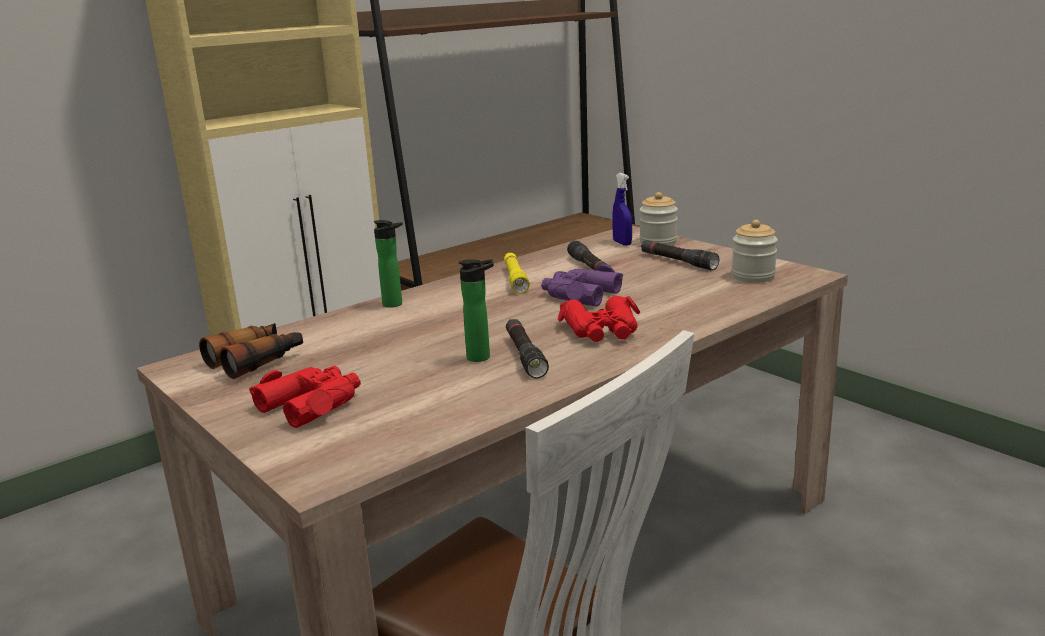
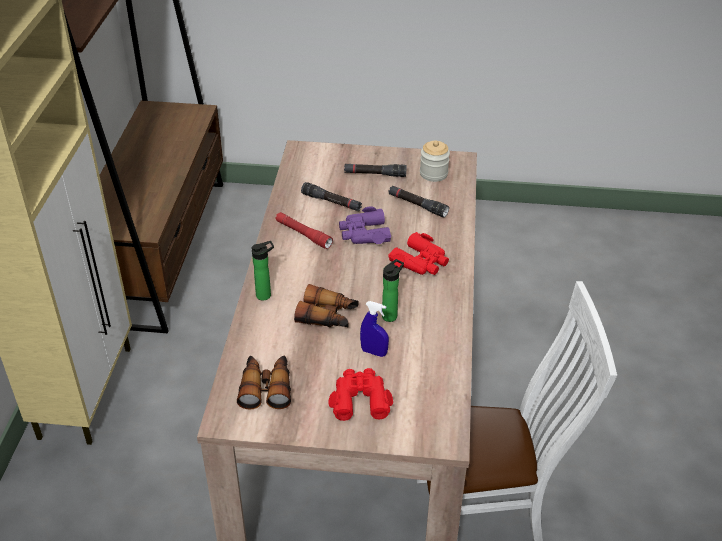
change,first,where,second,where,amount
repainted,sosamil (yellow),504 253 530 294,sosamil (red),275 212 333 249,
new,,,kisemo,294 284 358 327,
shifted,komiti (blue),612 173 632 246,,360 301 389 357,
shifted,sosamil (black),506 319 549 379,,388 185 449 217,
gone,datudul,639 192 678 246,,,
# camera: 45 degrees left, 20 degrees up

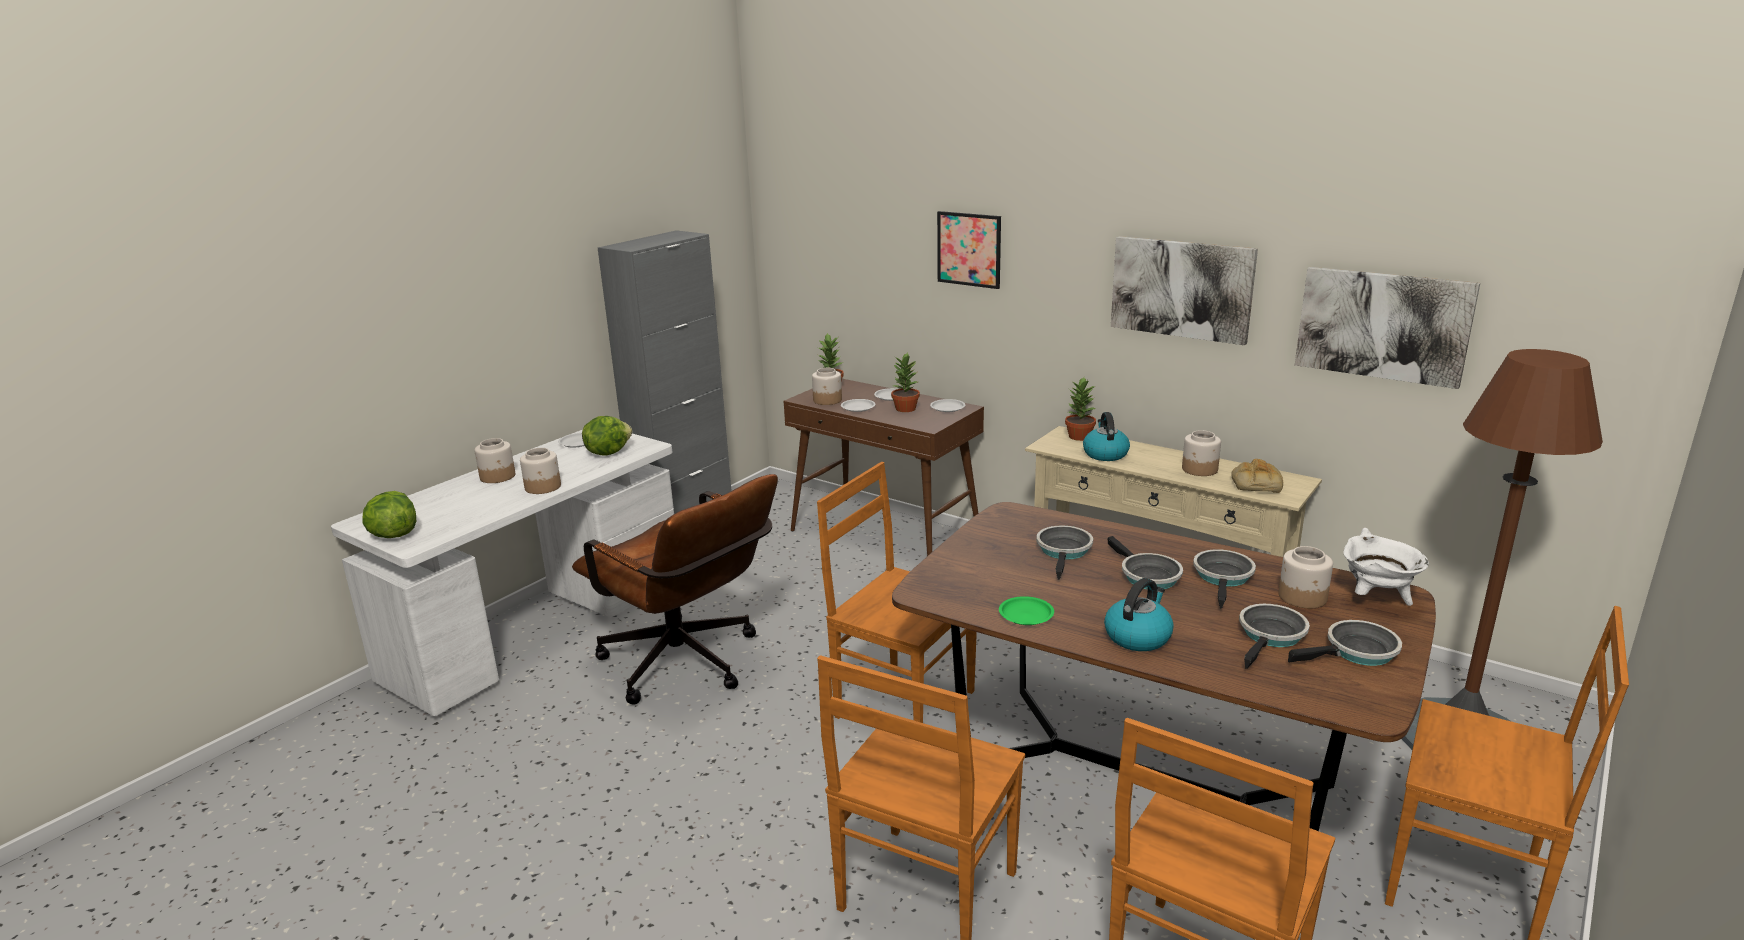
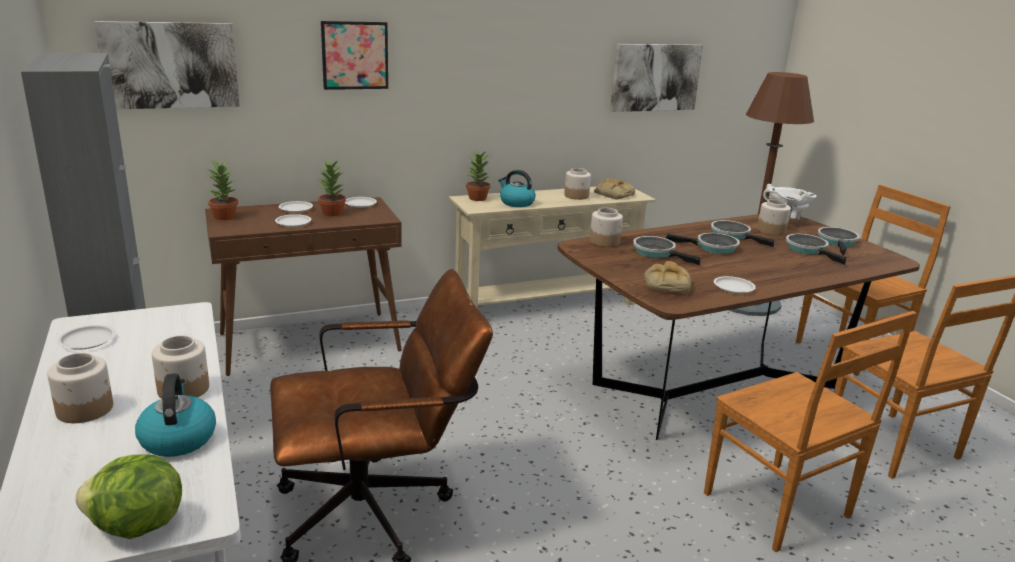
change,first,where,second,where,amount
shifted,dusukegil,1111 236 1258 345,,94 21 240 109,
shifted,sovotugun,1104 578 1174 651,,135 373 216 457,
shifted,datudul,812 368 842 405,,590 208 623 247,
new,,,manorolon,644 261 691 294,
repainted,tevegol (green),999 596 1054 625,tevegol (white),714 276 756 294,
gone,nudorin,582 416 632 456,,,
gone,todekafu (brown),817 462 977 723,,,
# camera: 60 degrees left, 0 degrees up

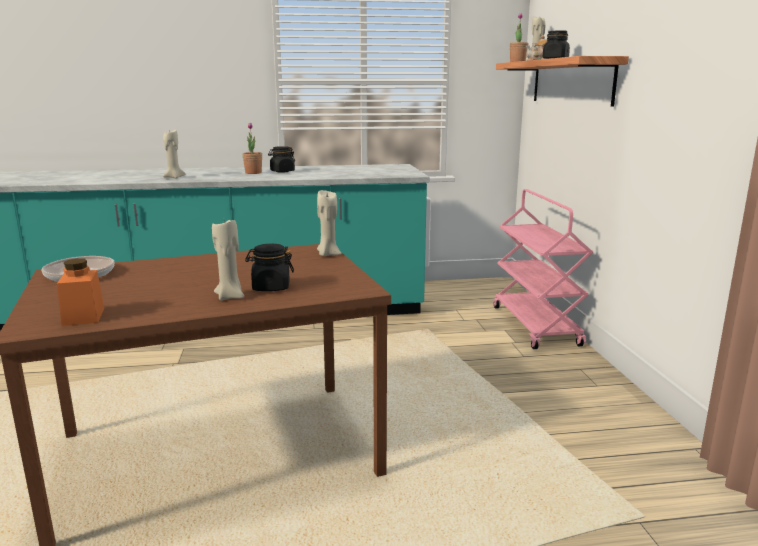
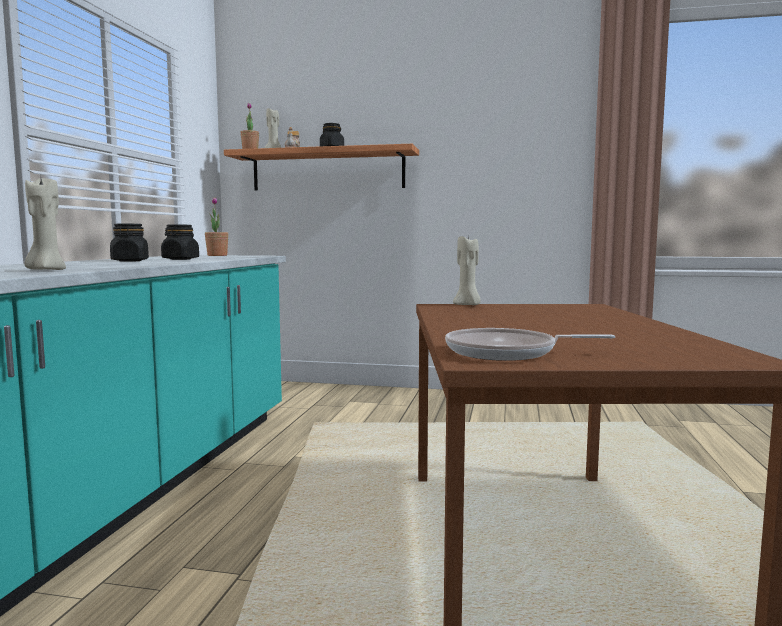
change,first,where,second,where,amount
shifted,datudul (black),245 244 294 291,,161 224 199 260,
shifted,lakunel,243 123 262 174,,205 197 228 256,
gone,datudul (orange),57 259 104 326,,,
gone,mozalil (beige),212 220 244 301,,,
gone,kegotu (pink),494 189 593 349,,,
# camera: 70 degrees left, 10 degrees down

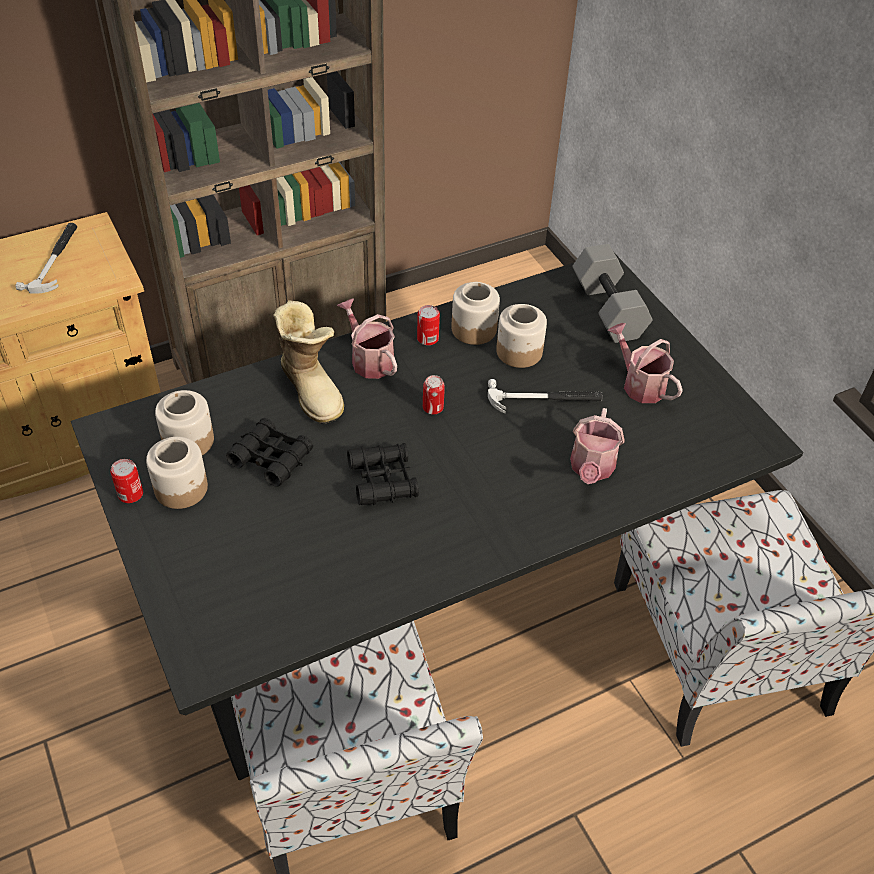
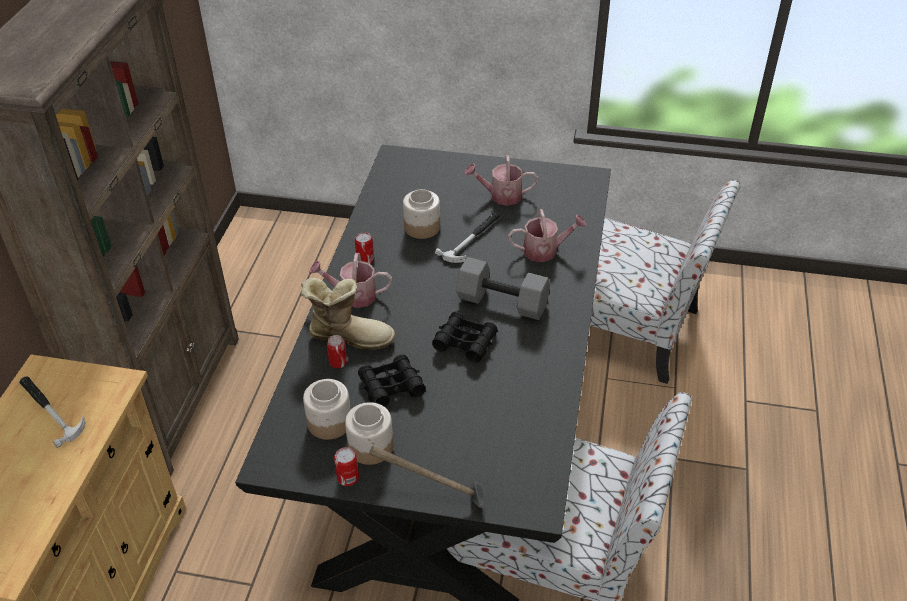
change,first,where,second,where,amount
shifted,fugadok,423 375 445 414,,327 335 347 368,
new,,,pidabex,370 446 485 508,
shifted,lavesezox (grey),572 244 652 343,,456 257 550 320,
rotated,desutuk,570 408 625 484,,508 209 587 262,60 degrees counterclockwise
gone,datudul,451 282 500 345,,,
# camera: 50 degrees left, 5 degrees down

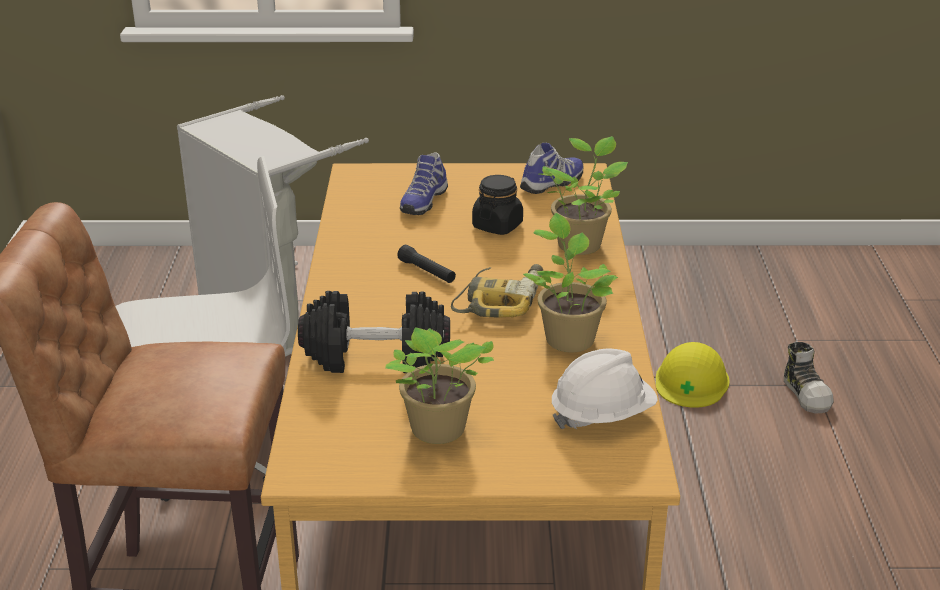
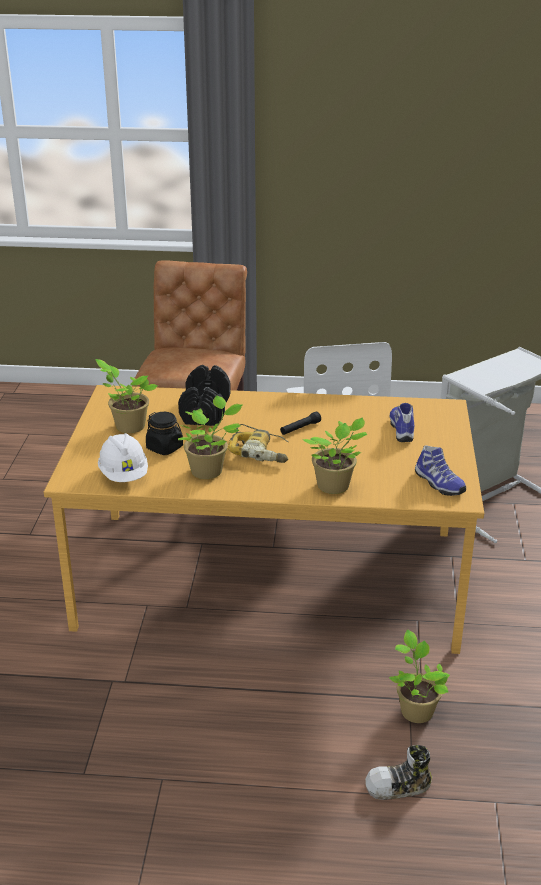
change,first,where,second,where,amount
shifted,datudul (black),472 175 523 235,,146 412 183 455,
swapped,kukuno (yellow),656 342 730 408,lakunel,389 630 450 723,
rotated,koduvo,400 153 448 215,,390 403 414 442,60 degrees clockwise
# camera: 95 degrees right, 0 degrees up

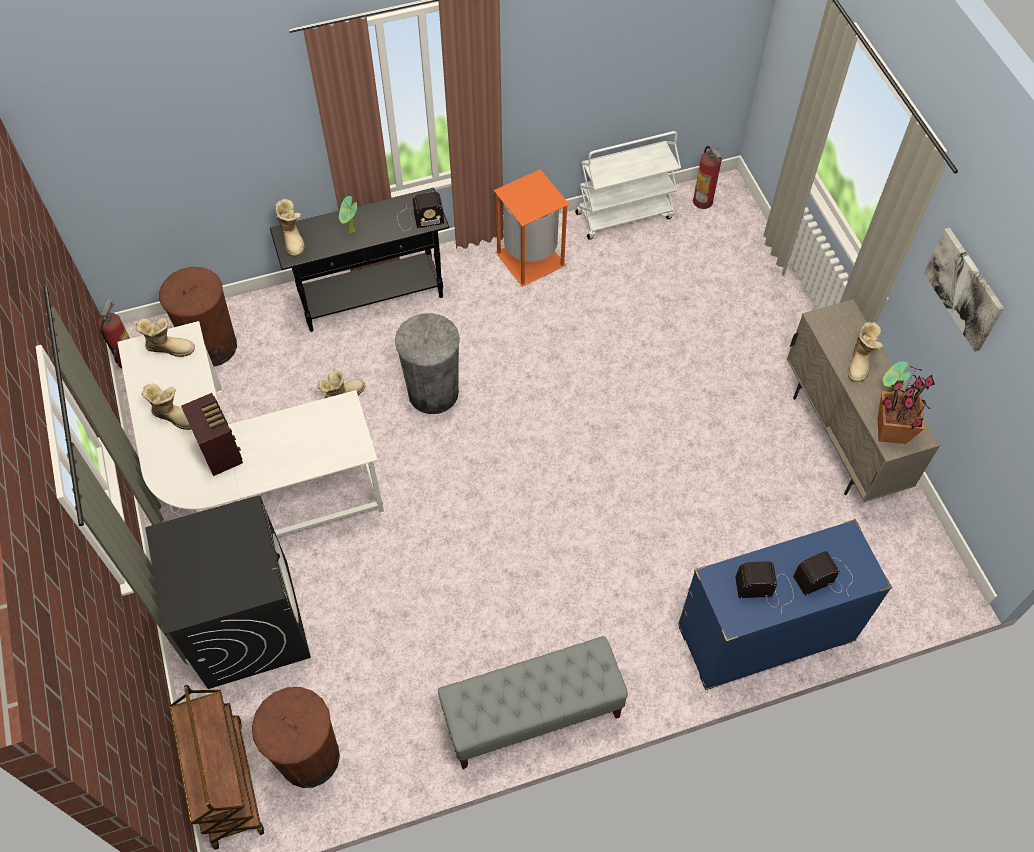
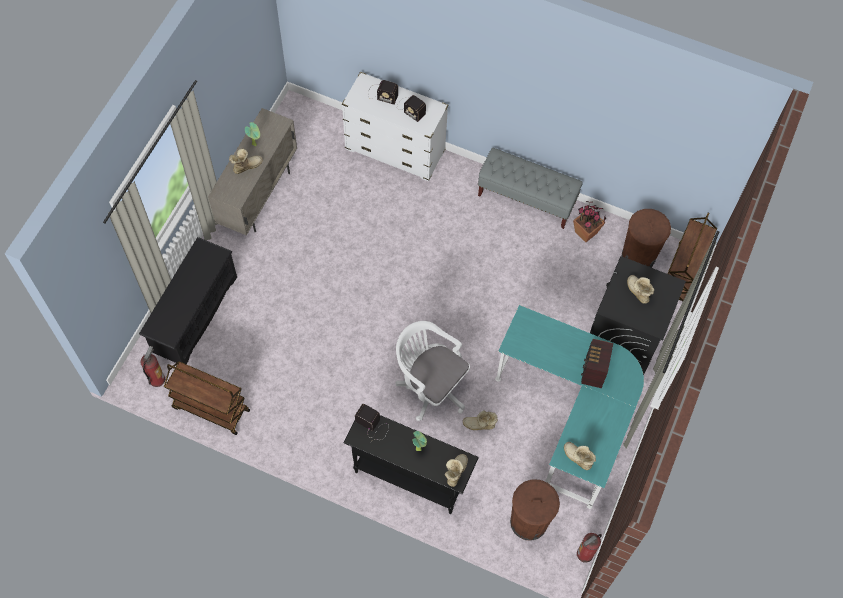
change,first,where,second,where,amount
new,,,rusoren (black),139 237 237 364,
repainted,kegotu (white),575 131 681 240,kegotu (brown),164 361 250 435,
repainted,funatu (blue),678 519 892 690,funatu (white),342 72 448 182,
swapped,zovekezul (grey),395 313 460 414,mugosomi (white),395 321 470 421,
repainted,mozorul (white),117 321 385 537,mozorul (turquoise),495 305 644 509,
shifted,lakunel,878 366 935 444,,573 201 606 242,
shifted,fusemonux,142 384 191 430,,627 275 654 304,
gone,zovekezul (orange),494 169 569 287,,,
gone,dusukegil,924 228 1004 352,,,
# camera: 140 degrees left, 5 degrees up

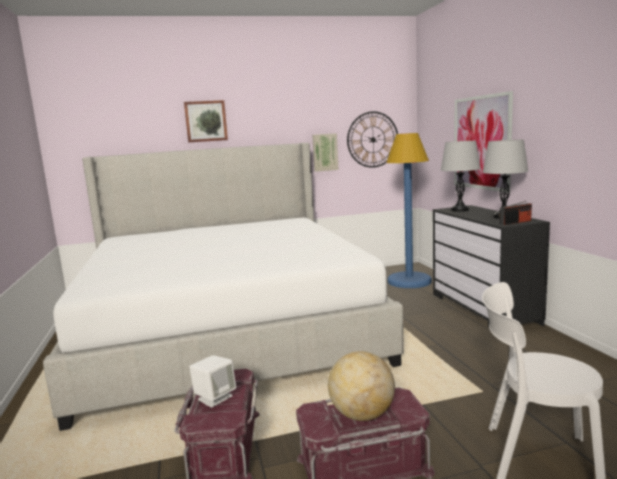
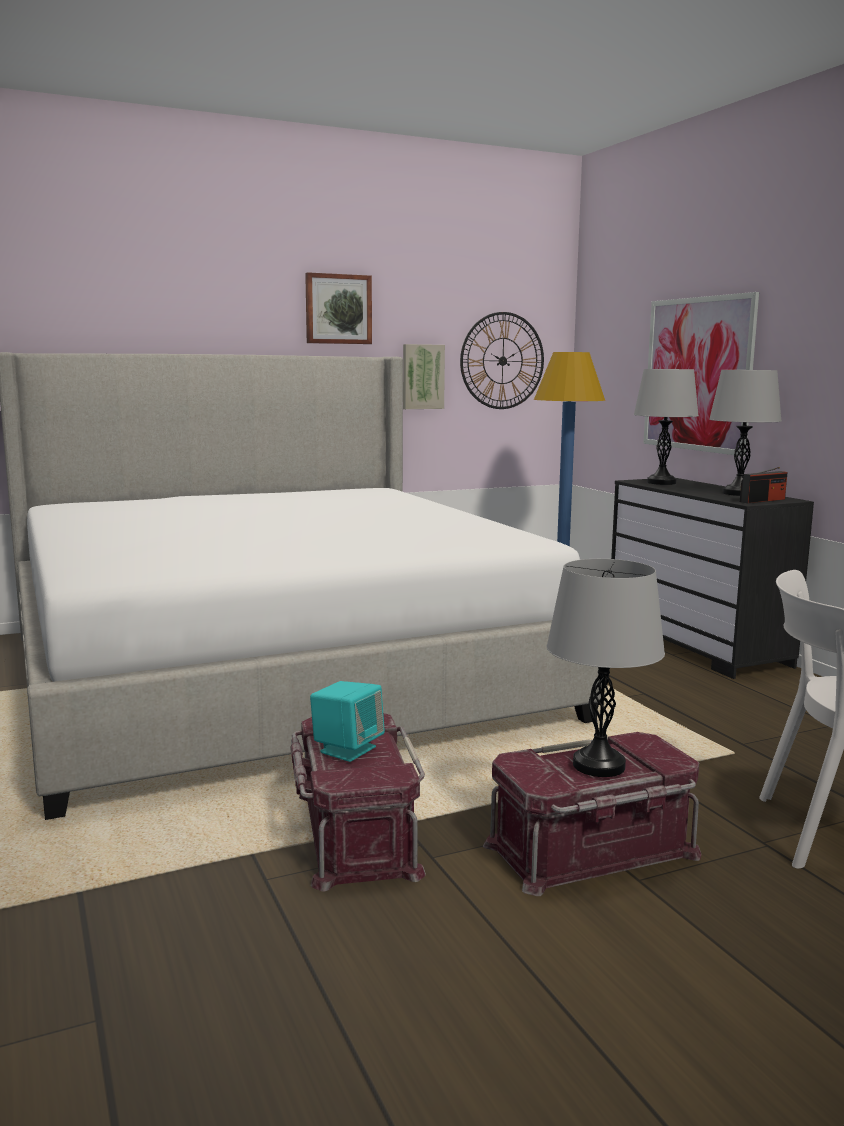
change,first,where,second,where,amount
shifted,dusukegil,184 100 228 142,,305 272 372 344,
repainted,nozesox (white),189 355 236 408,nozesox (turquoise),310 681 385 762,
swapped,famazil,328 351 395 421,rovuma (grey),547 559 665 777,
# camera: 10 degrees left, 0 degrees up

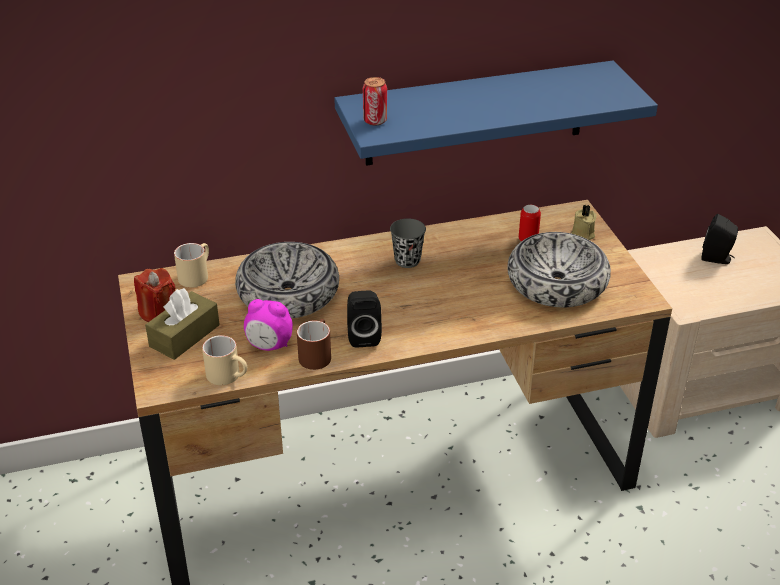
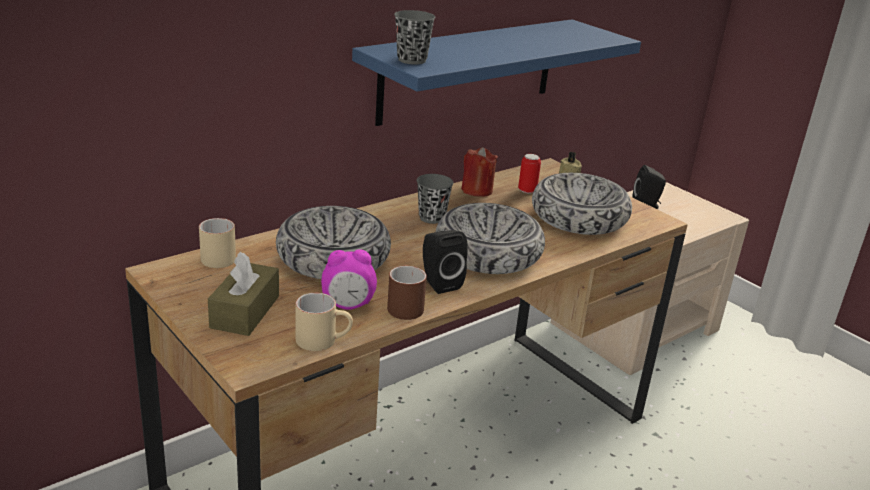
change,first,where,second,where,amount
swapped,fugadok,363 77 387 125,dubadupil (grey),394 10 435 64,
new,,,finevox,436 203 545 274,
shifted,mozalil (red),134 268 176 322,,461 147 498 197,
# camera: 25 degrees left, 10 degrees down

